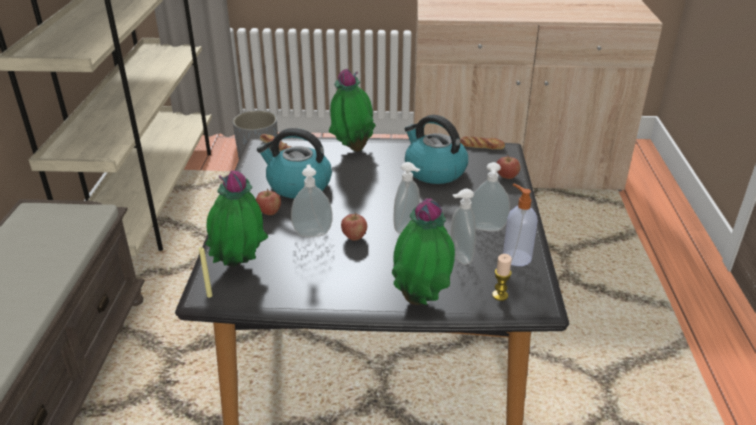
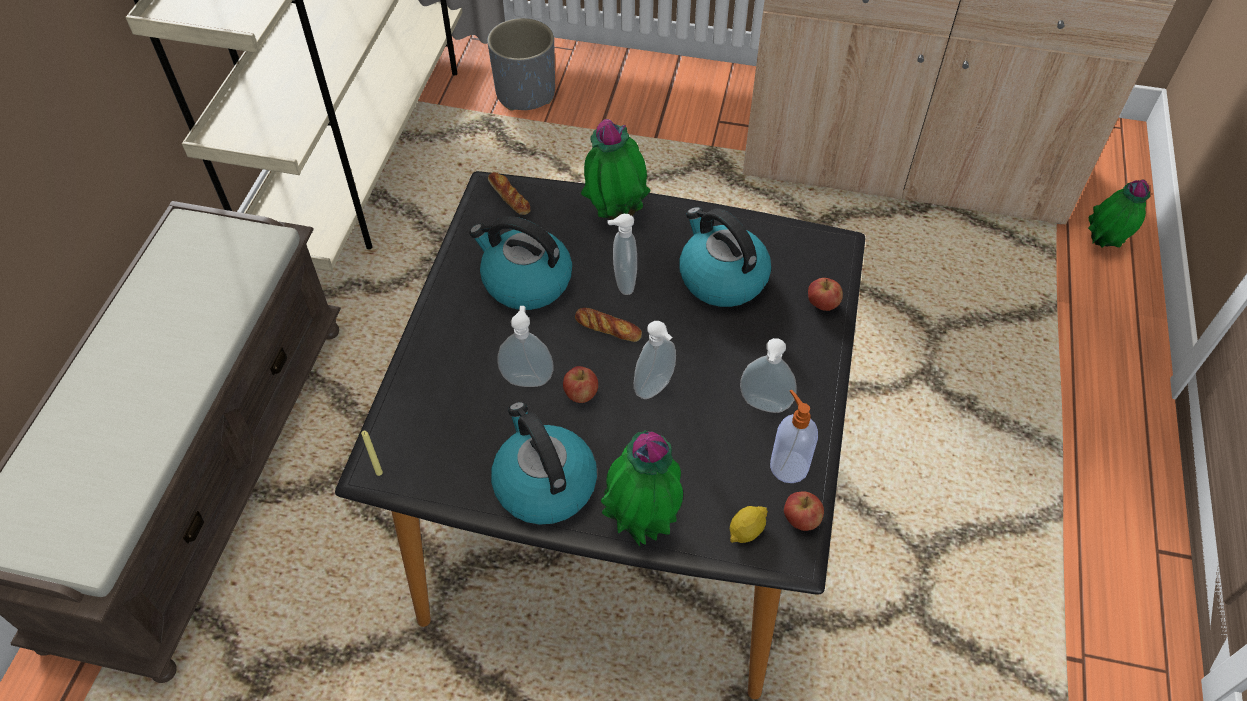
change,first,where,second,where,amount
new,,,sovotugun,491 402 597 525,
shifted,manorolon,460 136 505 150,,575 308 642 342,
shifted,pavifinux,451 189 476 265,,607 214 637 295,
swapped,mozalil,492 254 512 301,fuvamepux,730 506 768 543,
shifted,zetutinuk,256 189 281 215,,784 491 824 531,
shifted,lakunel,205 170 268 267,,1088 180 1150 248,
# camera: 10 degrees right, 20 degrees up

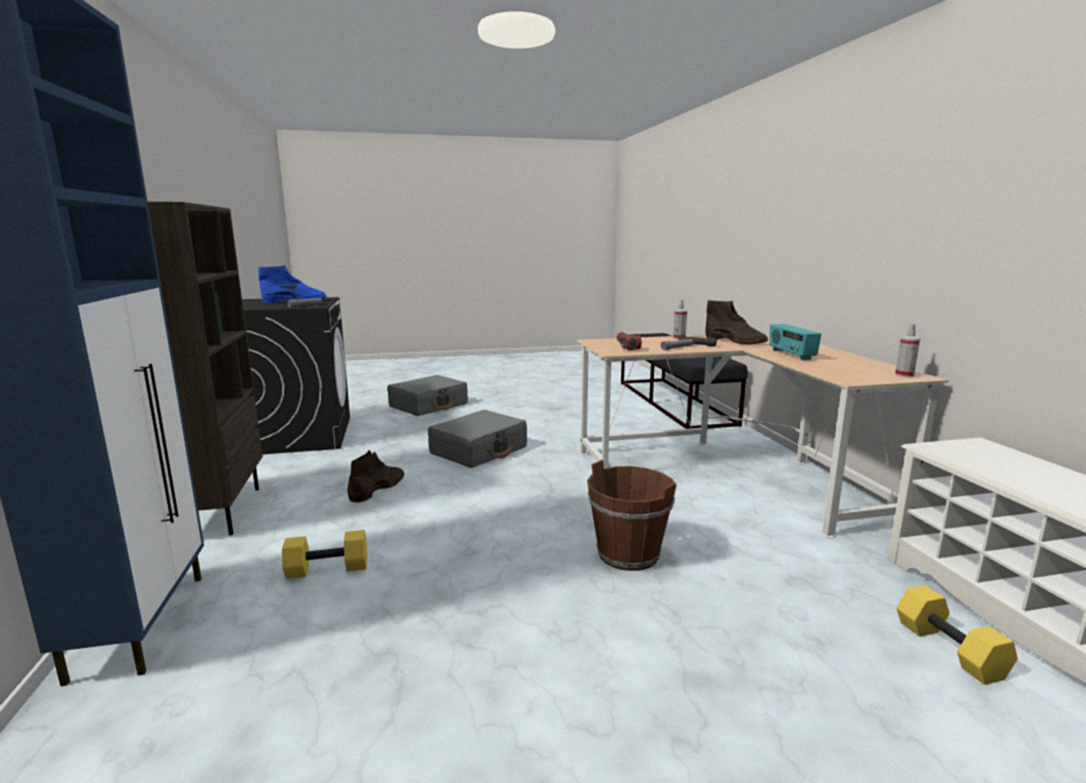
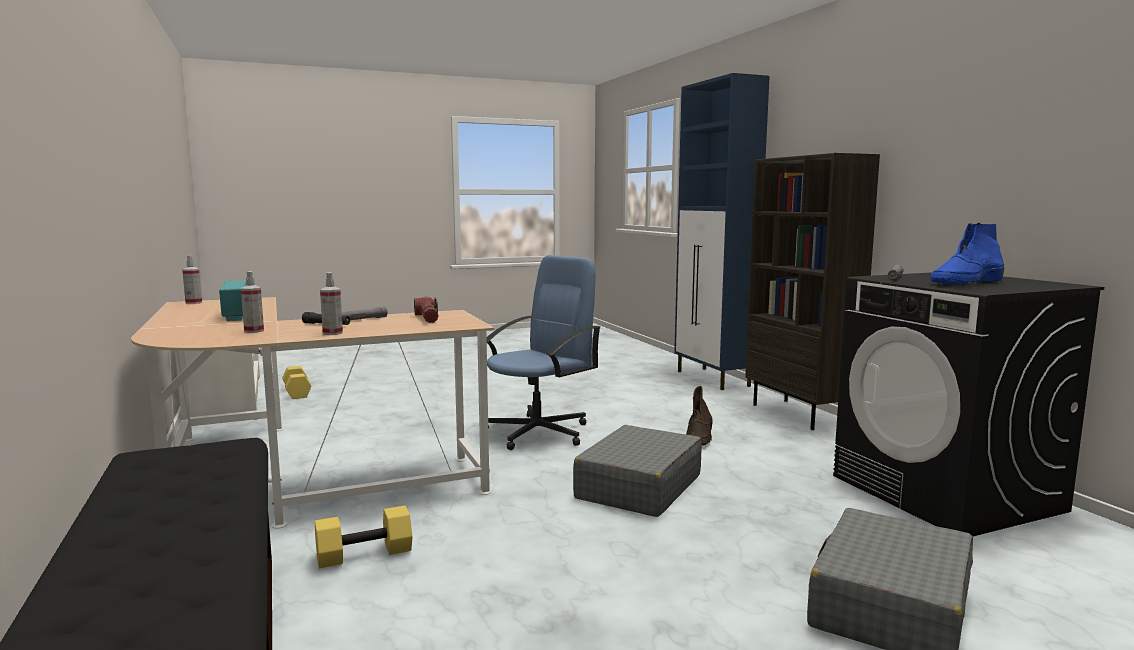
change,first,where,second,where,amount
swapped,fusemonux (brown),705 300 768 344,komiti,241 271 264 333,
shifted,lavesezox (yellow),282 530 367 579,,315 505 412 568,
new,,,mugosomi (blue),487 255 600 450,
gone,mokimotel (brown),587 460 677 571,,,
# camera: 170 degrees right, 5 degrees down

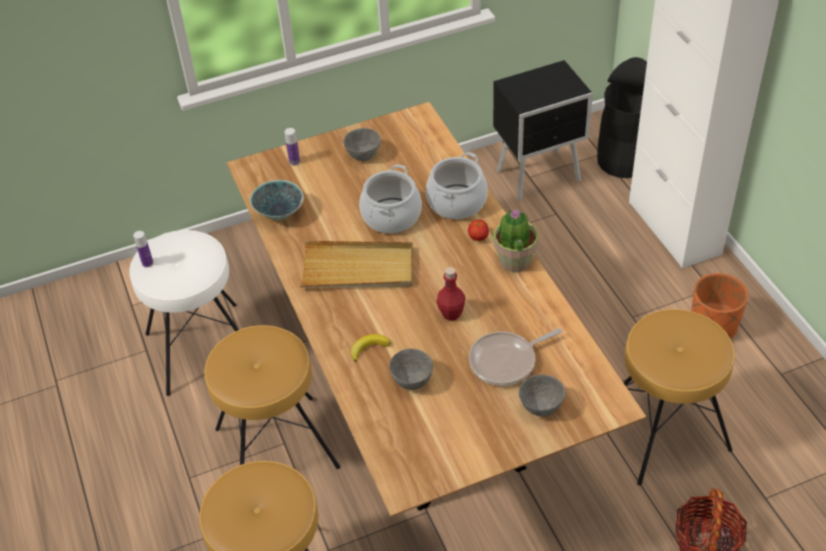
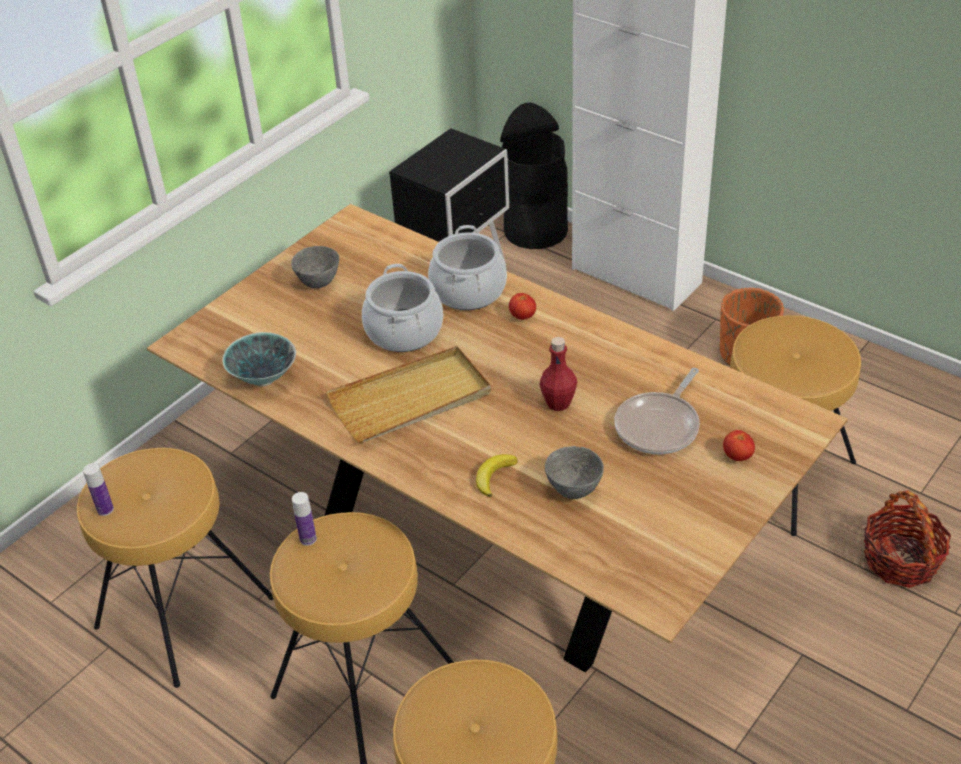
change,first,where,second,where,amount
repainted,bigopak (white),130 230 239 396,bigopak (brown),77 448 273 688,
shifted,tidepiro,285 128 300 166,,292 492 317 546,
swapped,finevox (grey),519 374 565 417,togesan,723 430 755 461,
gone,lakunel,493 209 538 272,,,
# camera: 30 degrees left, 5 degrees down

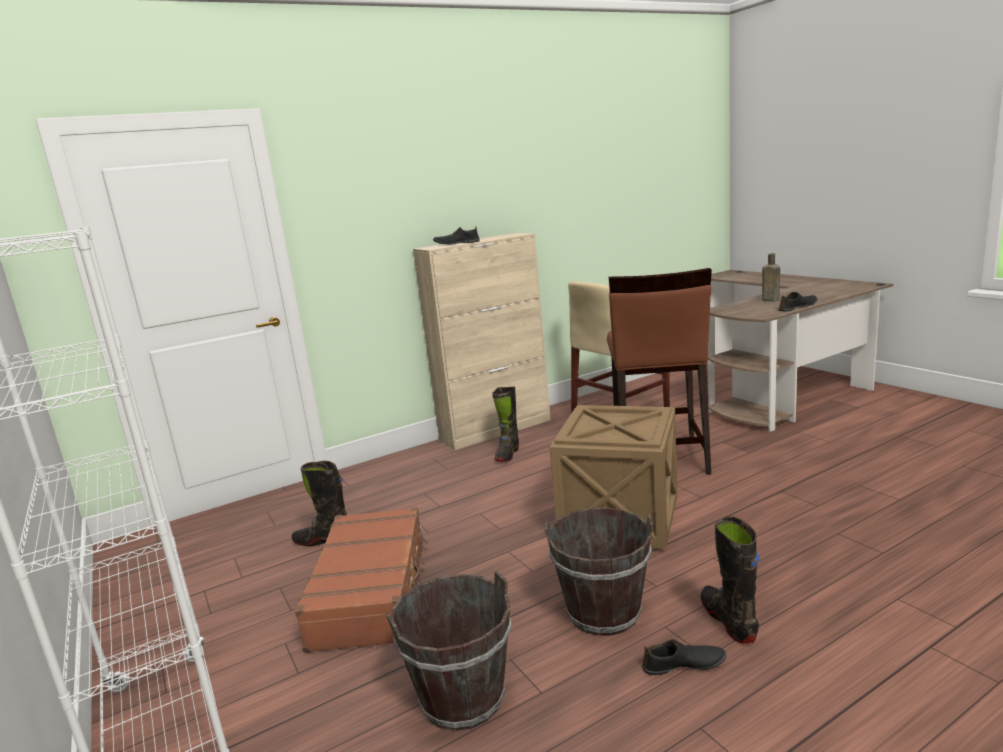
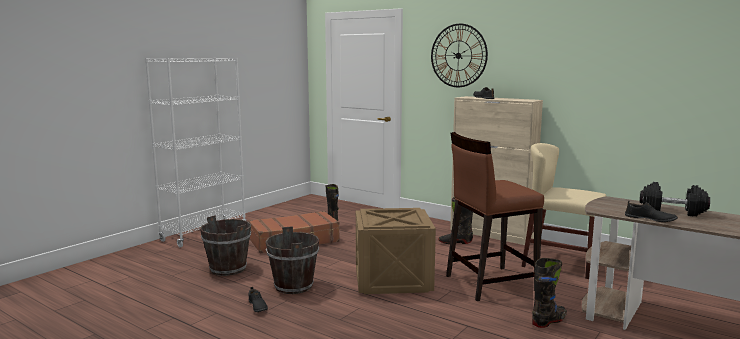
change,first,where,second,where,amount
new,,,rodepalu,431 24 488 87,
shifted,fusemonux (black),700 516 759 644,,532 258 567 328,
swapped,tidepiro (brown),762 253 780 302,lavesezox (black),640 182 710 216,
# camera: 65 degrees right, 5 degrees down

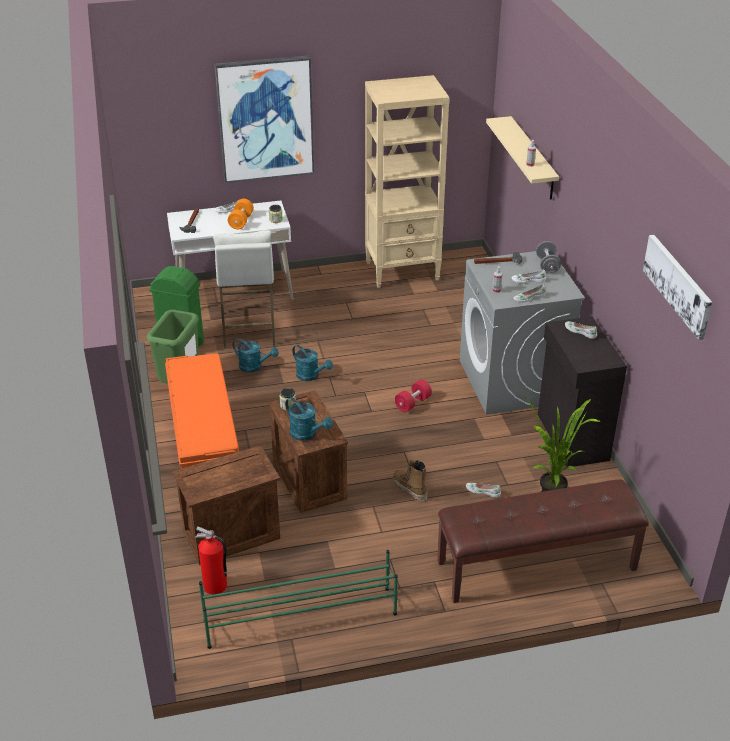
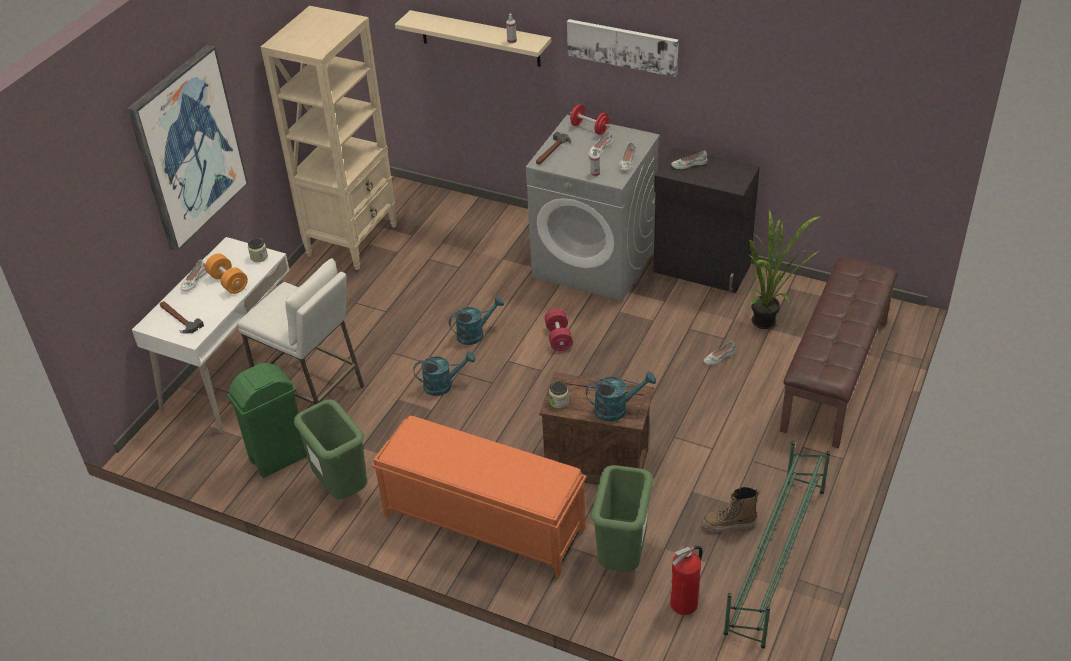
change,first,where,second,where,amount
shifted,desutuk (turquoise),233 338 279 373,,449 296 504 345,
shifted,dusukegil,643 235 712 340,,567 19 679 77,
repainted,lavesezox (grey),536 241 561 273,lavesezox (red),570 104 610 135,
swapped,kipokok,172 445 280 565,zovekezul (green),591 465 653 572,
shifted,fusemonux,393 460 428 502,,703 487 759 532,
# camera: 50 degrees left, 5 degrees up

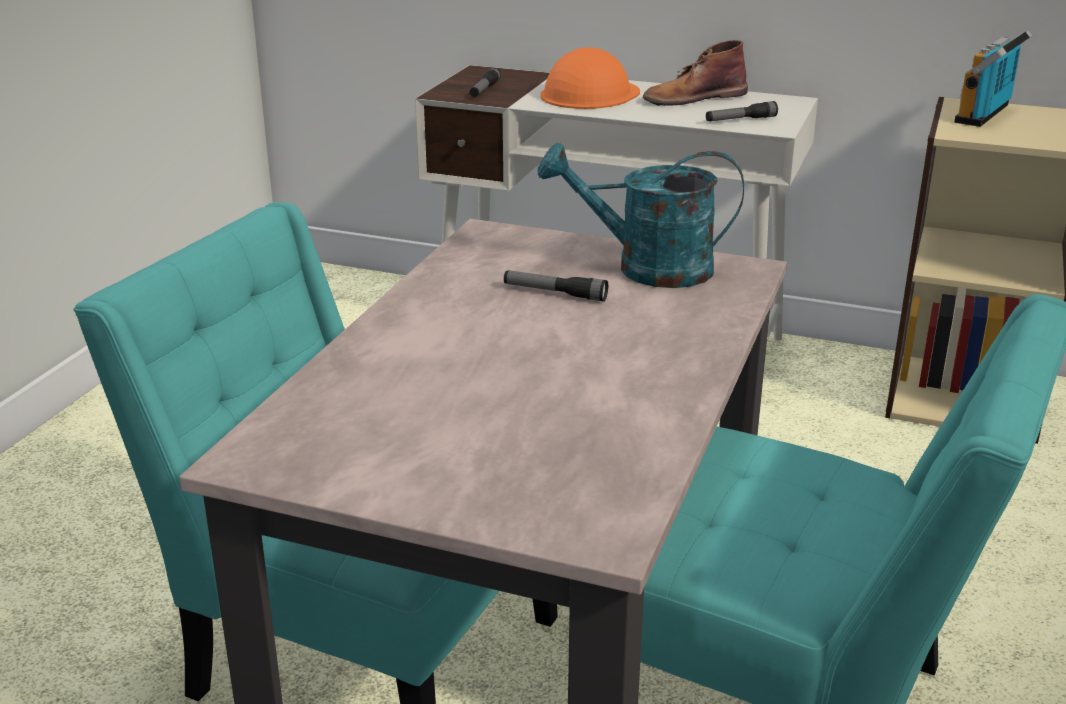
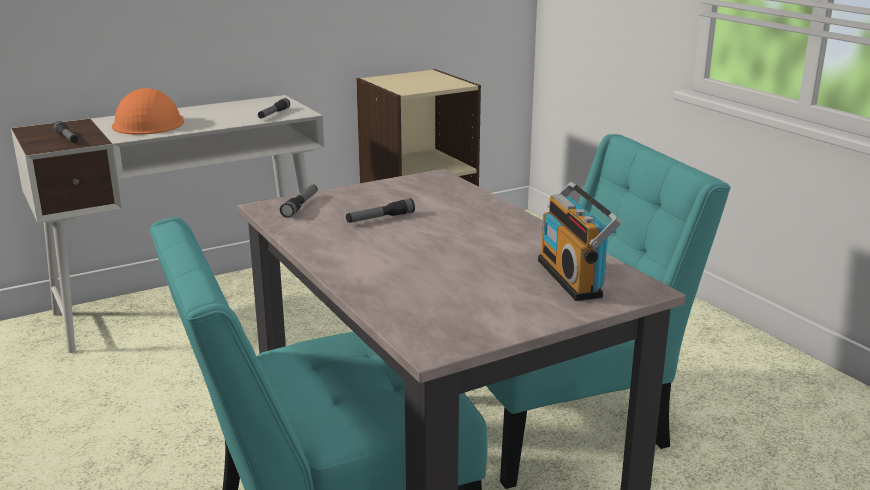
change,first,where,second,where,amount
new,,,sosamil,280 184 318 218,
shifted,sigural,954 30 1032 127,,538 182 621 301,
gone,desutuk (turquoise),538 143 744 288,,,
gone,fusemonux (brown),643 40 748 106,,,
# camera: 50 degrees left, 5 degrees down

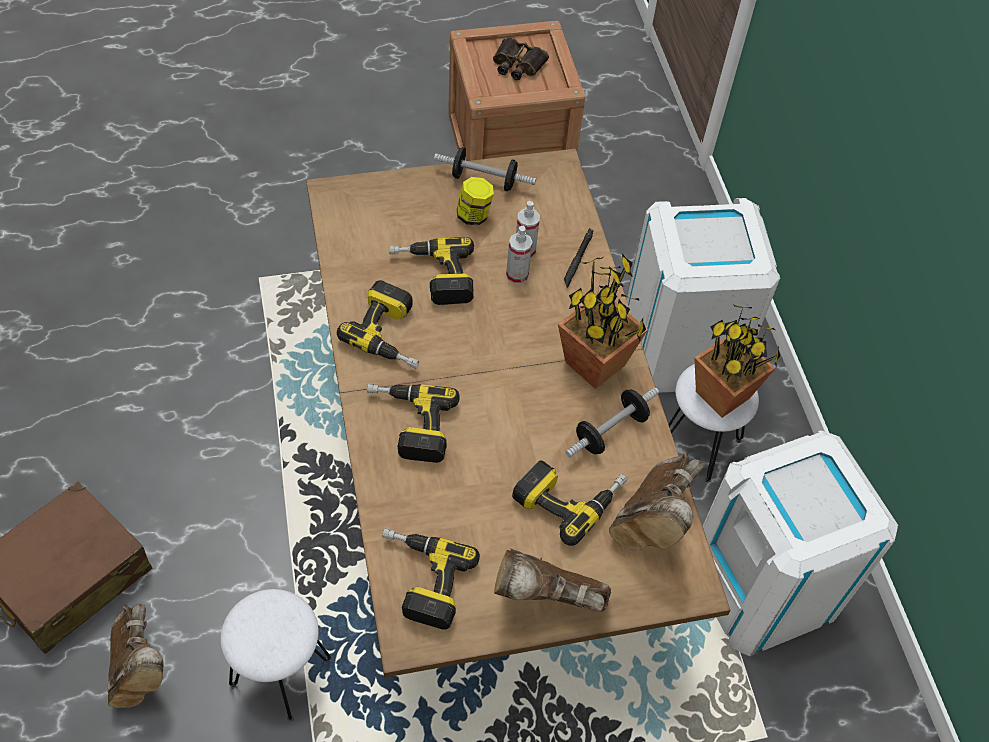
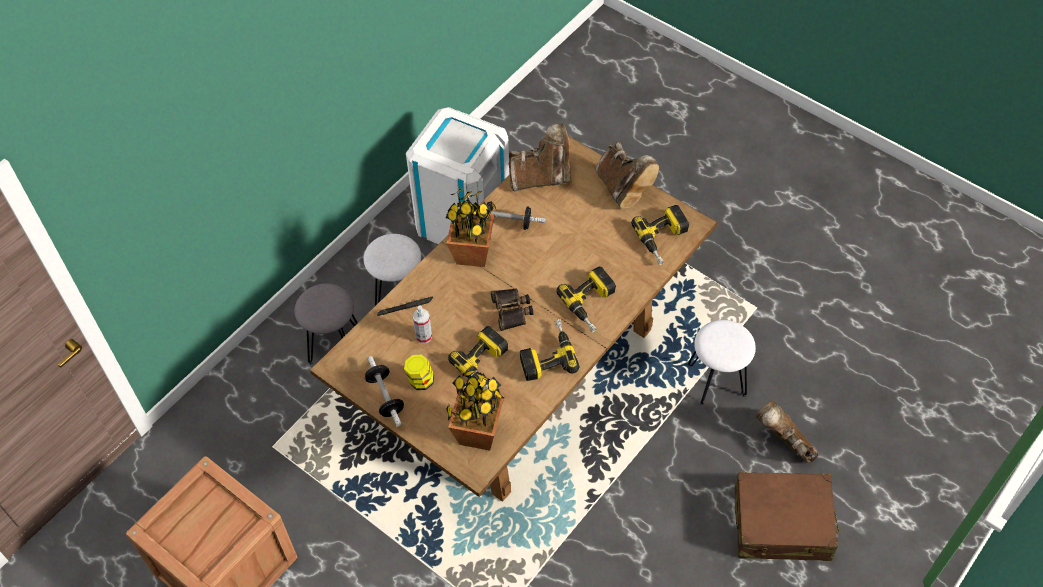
change,first,where,second,where,amount
swapped,zovekezul (white),626 198 780 393,bigopak (grey),295 283 357 364,
shifted,lakunel,694 305 780 418,,446 369 504 451,
shifted,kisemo,493 37 549 80,,491 288 533 331,
rotated,fusemonux (brown),108 604 164 708,,756 401 818 462,75 degrees counterclockwise
gone,komiti,506 226 532 284,,,
gone,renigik,512 460 627 546,,,
# camera: 125 degrees left, 0 degrees up

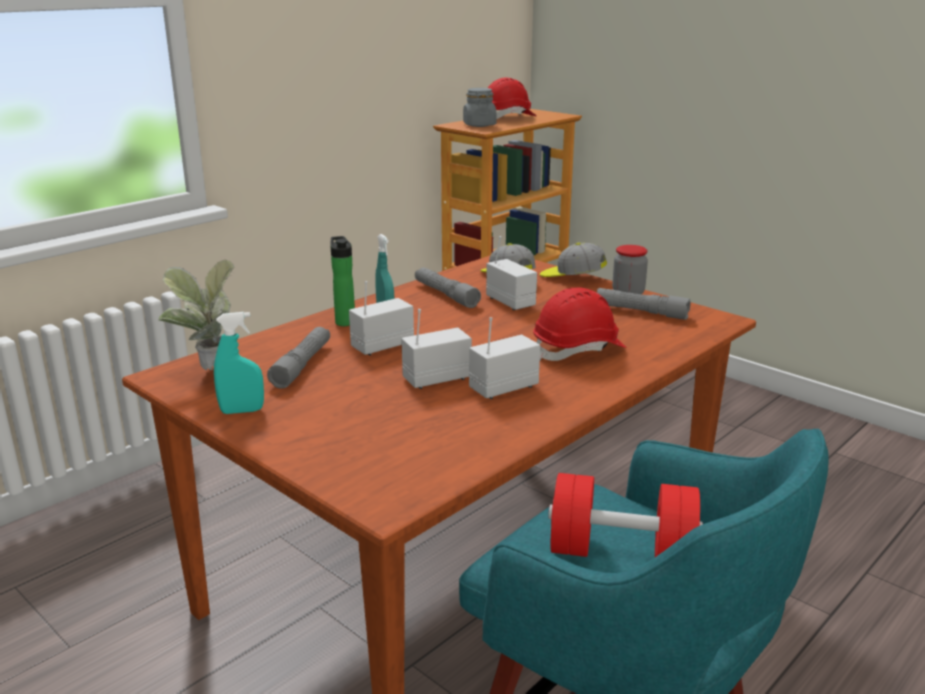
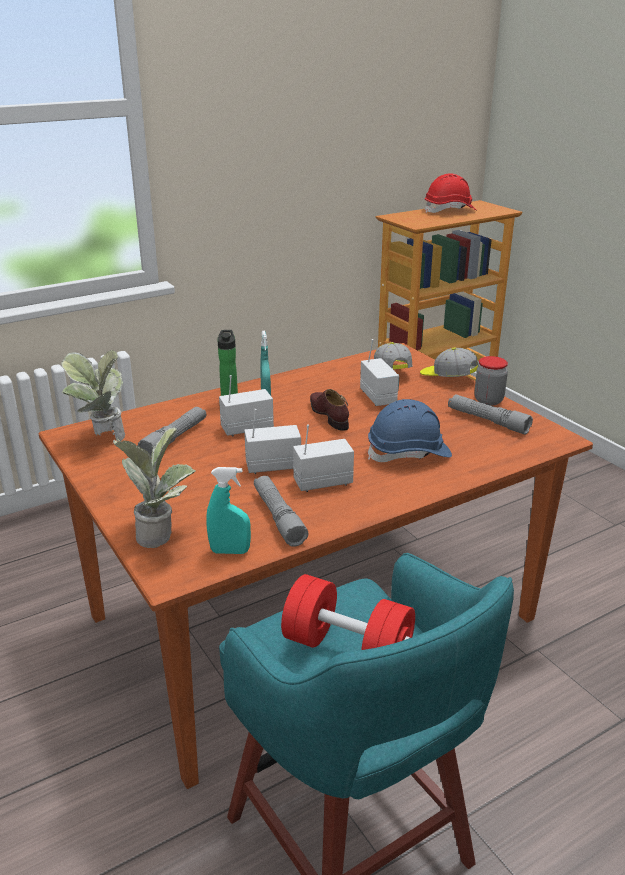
change,first,where,second,where,amount
new,,,lakunel,112 427 195 548,
shifted,komiti (turquoise),214 312 264 414,,206 467 251 554,
shifted,sosamil (grey),415 267 481 308,,254 476 308 547,
new,,,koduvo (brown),310 389 349 431,
repainted,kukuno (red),533 287 627 361,kukuno (blue),368 399 452 462,
gone,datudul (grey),463 88 496 127,,,
# camera: 15 degrees right, 5 degrees up

